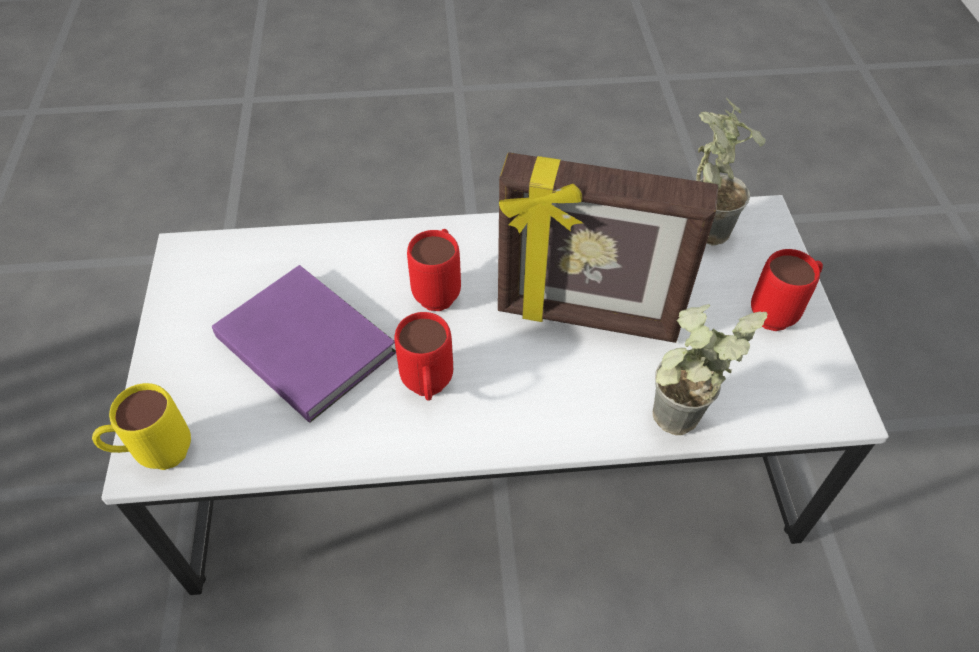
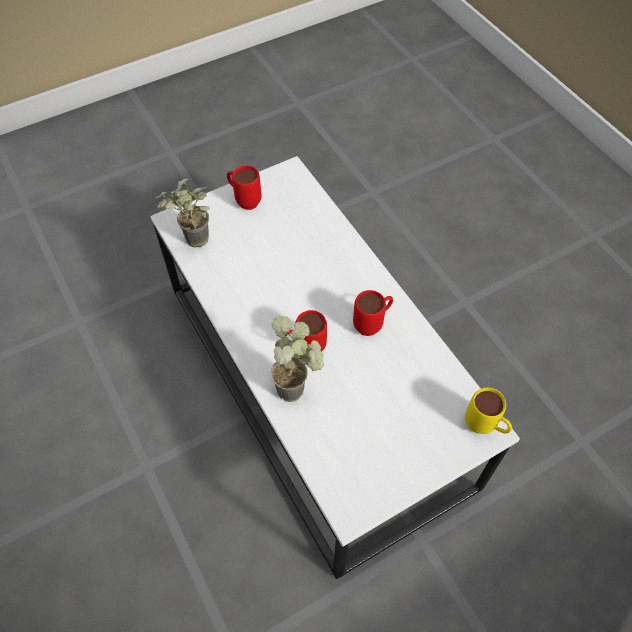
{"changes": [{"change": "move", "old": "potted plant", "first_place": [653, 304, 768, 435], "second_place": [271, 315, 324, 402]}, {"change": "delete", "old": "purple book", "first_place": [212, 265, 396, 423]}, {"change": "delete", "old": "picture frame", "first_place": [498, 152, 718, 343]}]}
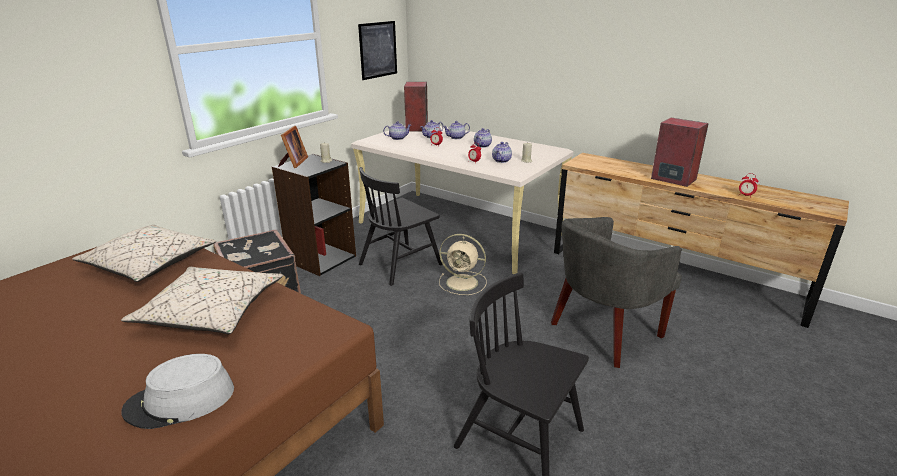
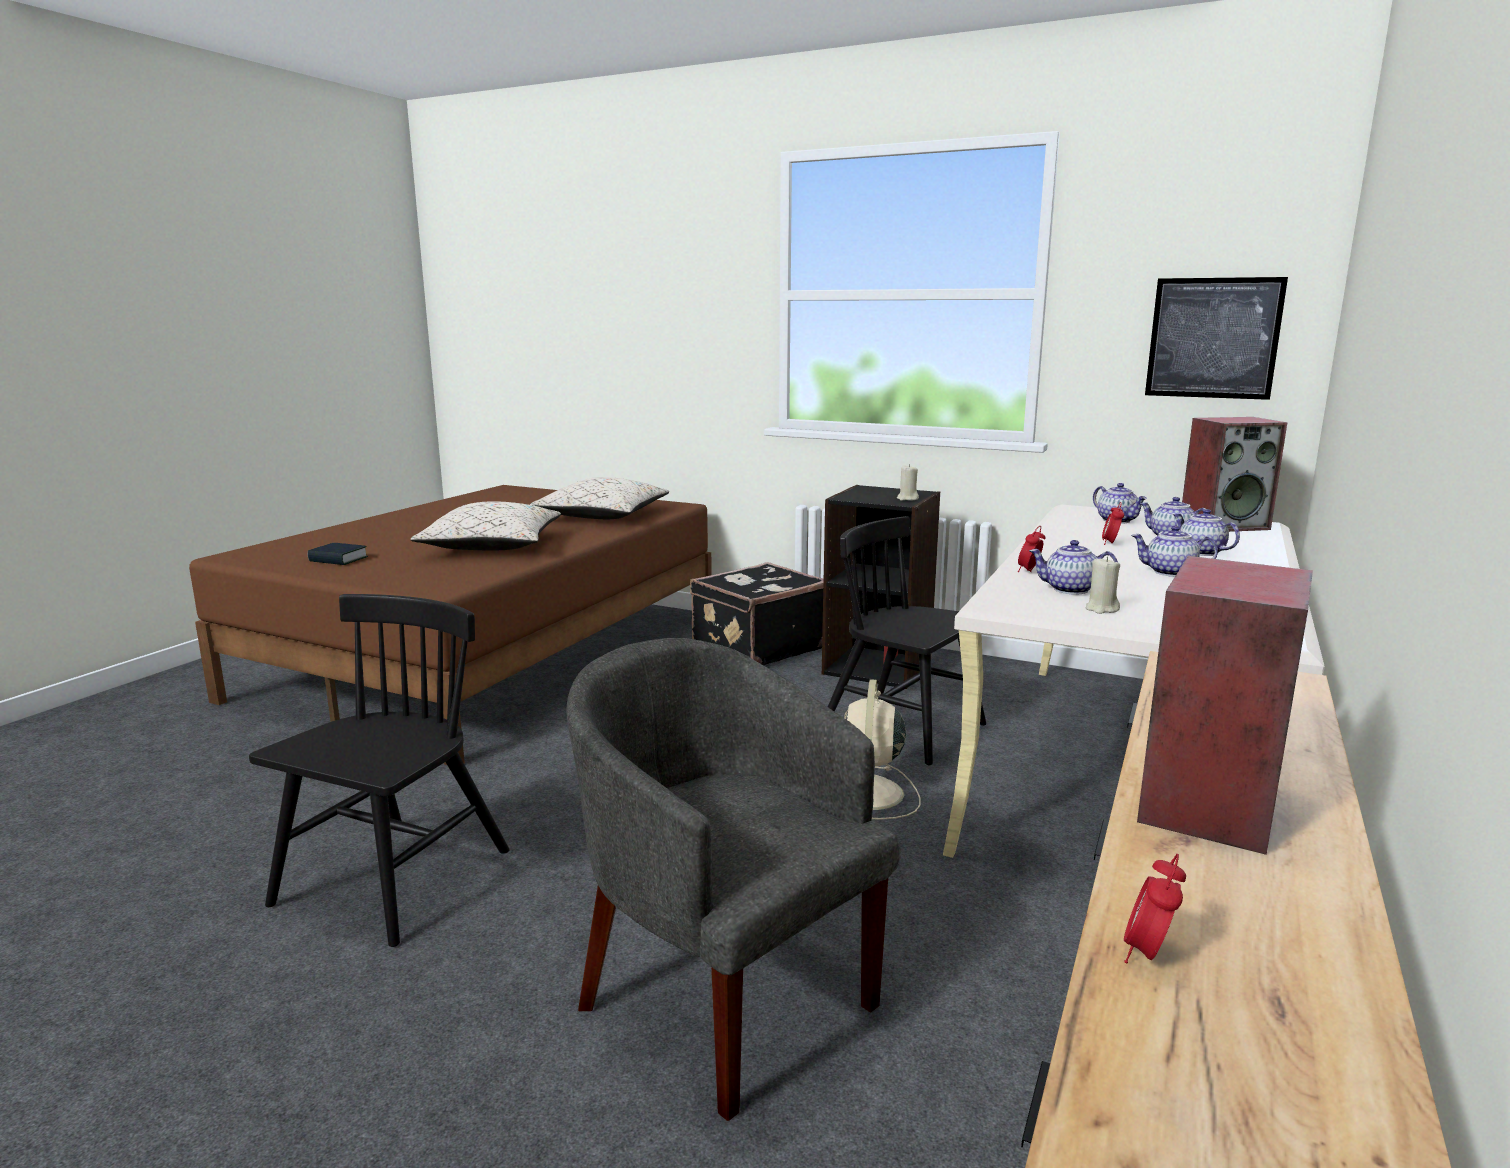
{"changes": [{"change": "replace", "old": "grey hat", "new": "book", "first_place": [121, 354, 234, 429], "second_place": [308, 543, 368, 565]}, {"change": "delete", "old": "picture frame", "first_place": [278, 126, 308, 168]}]}
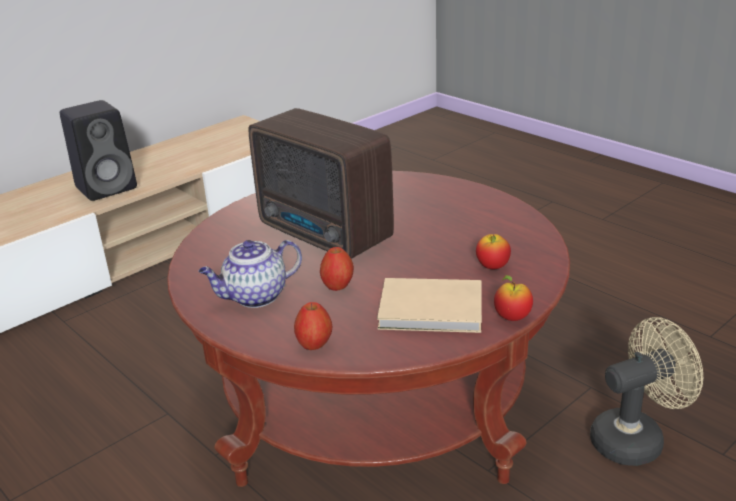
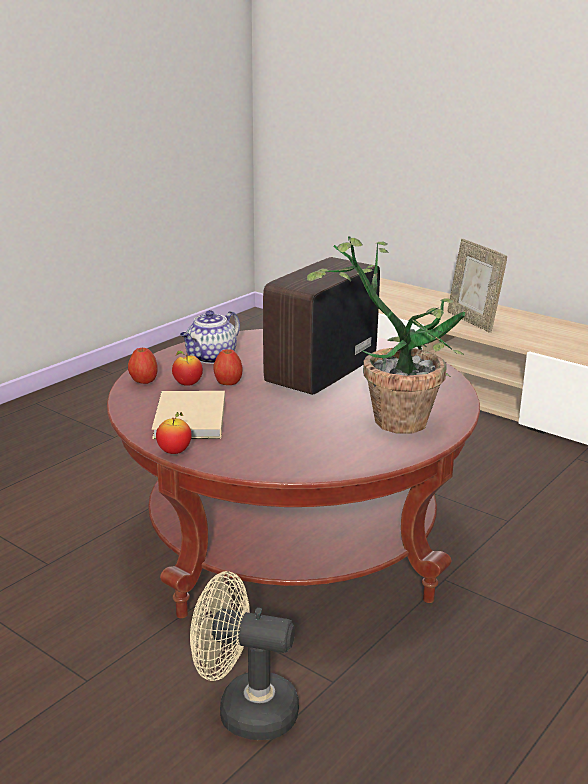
{"changes": [{"change": "move", "old": "apple", "first_place": [476, 234, 511, 270], "second_place": [172, 351, 203, 386]}, {"change": "rotate", "old": "teapot", "first_place": [198, 240, 302, 308], "second_place": [180, 310, 240, 364], "degrees": -105}, {"change": "rotate", "old": "beige fan", "first_place": [590, 317, 703, 466], "second_place": [190, 571, 299, 740], "degrees": 135}, {"change": "insert", "new": "potted plant", "second_place": [307, 236, 465, 434]}, {"change": "replace", "old": "black speaker", "new": "picture frame", "first_place": [60, 100, 137, 201], "second_place": [447, 239, 507, 333]}]}
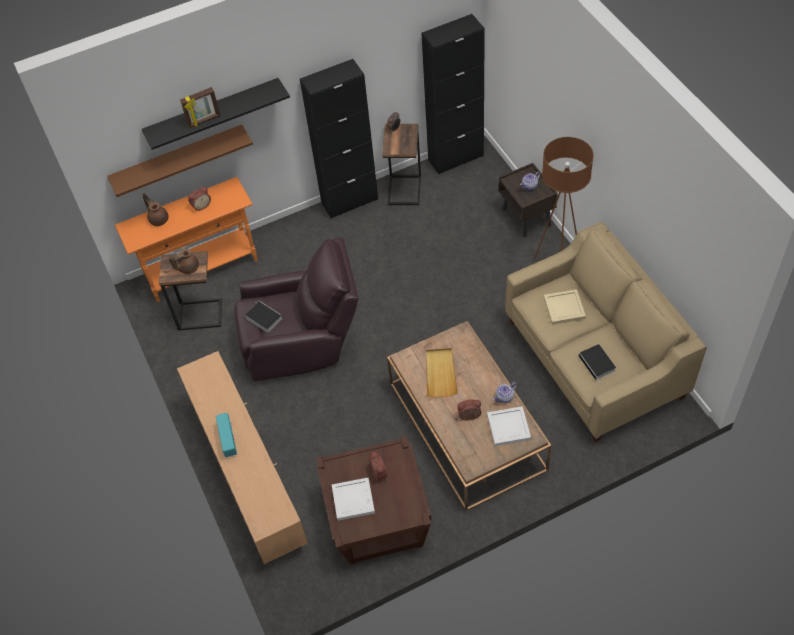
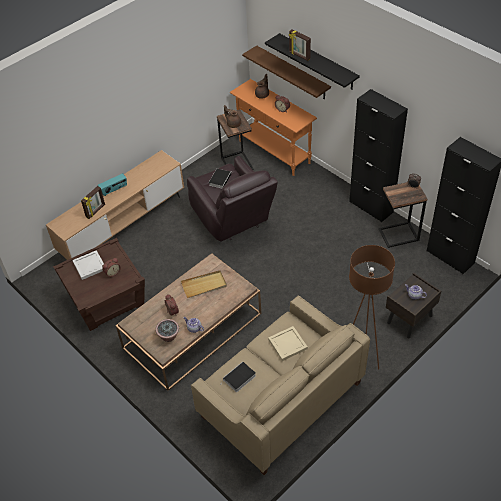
{"changes": [{"change": "insert", "new": "picture frame", "second_place": [81, 186, 105, 219]}, {"change": "replace", "old": "white tray", "new": "potted plant", "first_place": [487, 406, 531, 446], "second_place": [155, 319, 179, 342]}]}
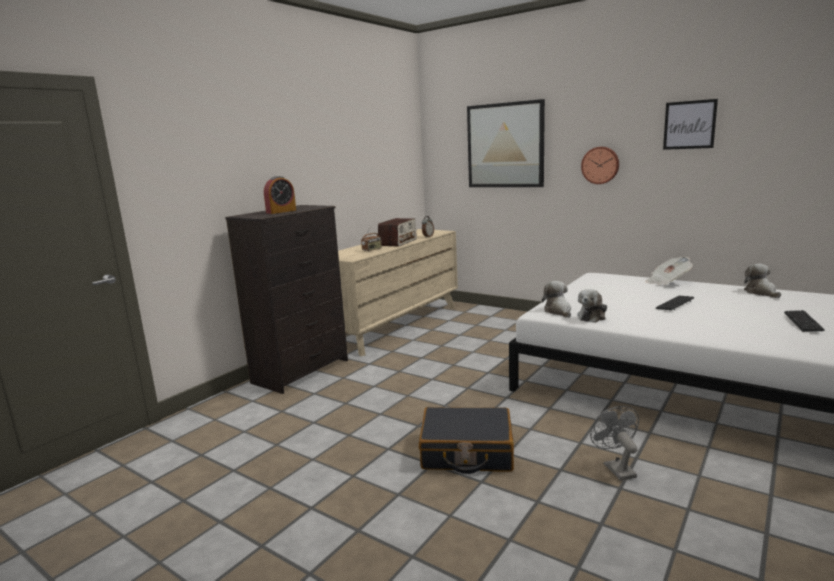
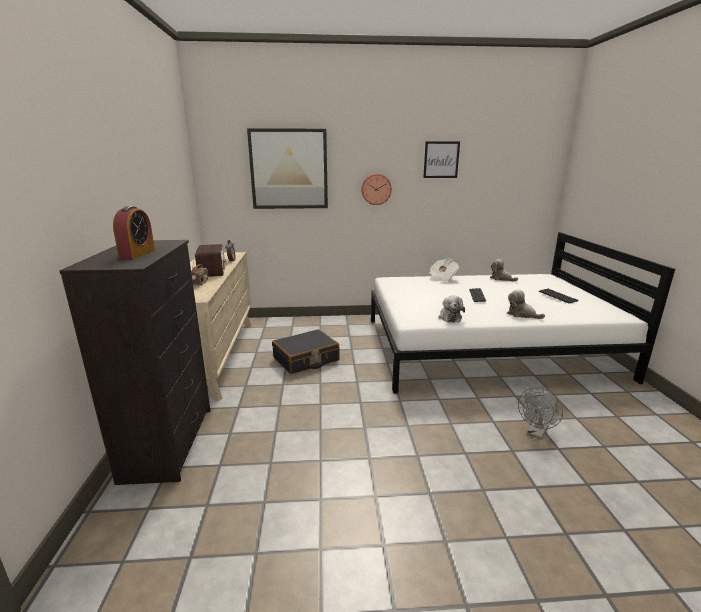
{"changes": [{"change": "move", "old": "black suitcase", "first_place": [419, 407, 514, 474], "second_place": [272, 329, 340, 374]}, {"change": "move", "old": "plush toy", "first_place": [542, 281, 571, 318], "second_place": [507, 289, 545, 319]}, {"change": "rotate", "old": "grey fan", "first_place": [590, 406, 639, 481], "second_place": [518, 387, 563, 439], "degrees": -90}]}
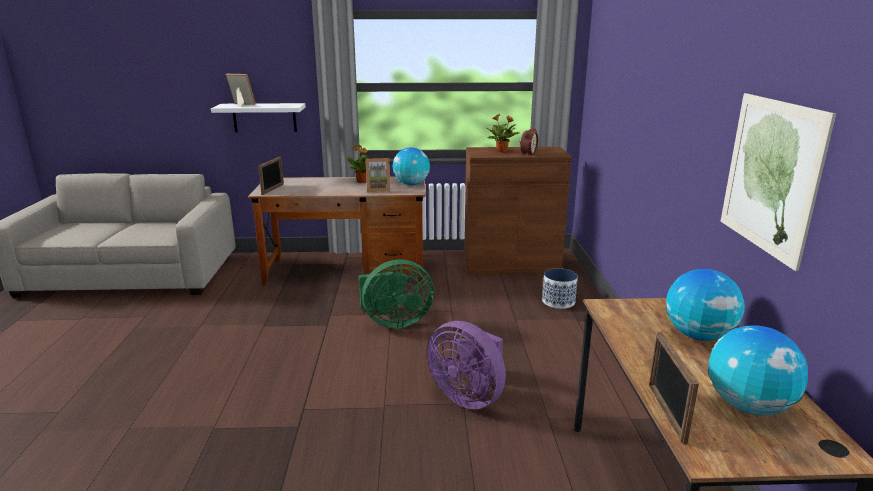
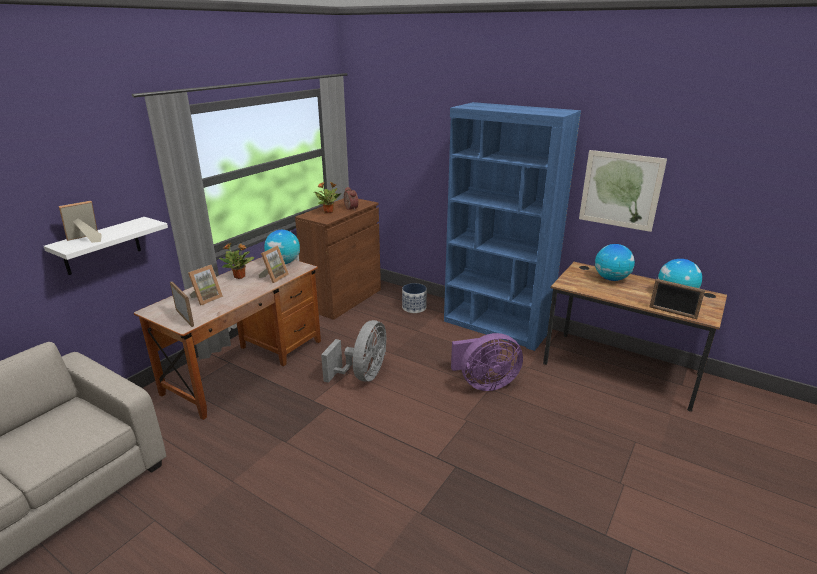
{"changes": [{"change": "insert", "new": "picture frame", "second_place": [188, 265, 223, 306]}, {"change": "recolor", "old": "green fan", "new": "grey fan", "first_place": [359, 260, 434, 328], "second_place": [321, 320, 386, 383]}, {"change": "insert", "new": "blue bookcase", "second_place": [444, 102, 581, 351]}]}
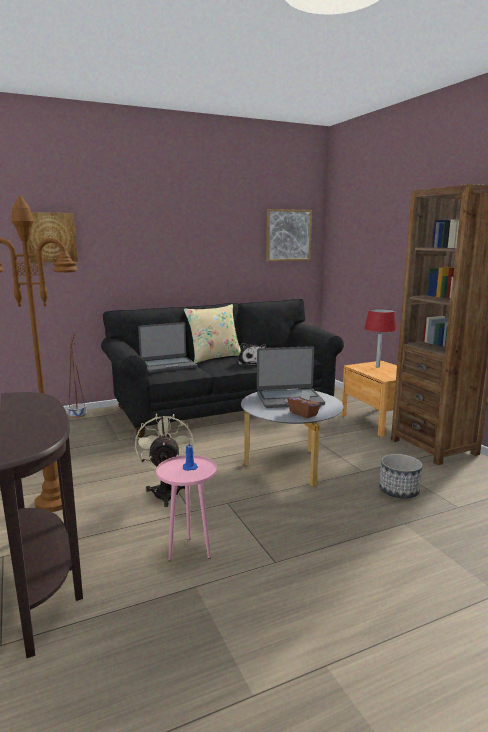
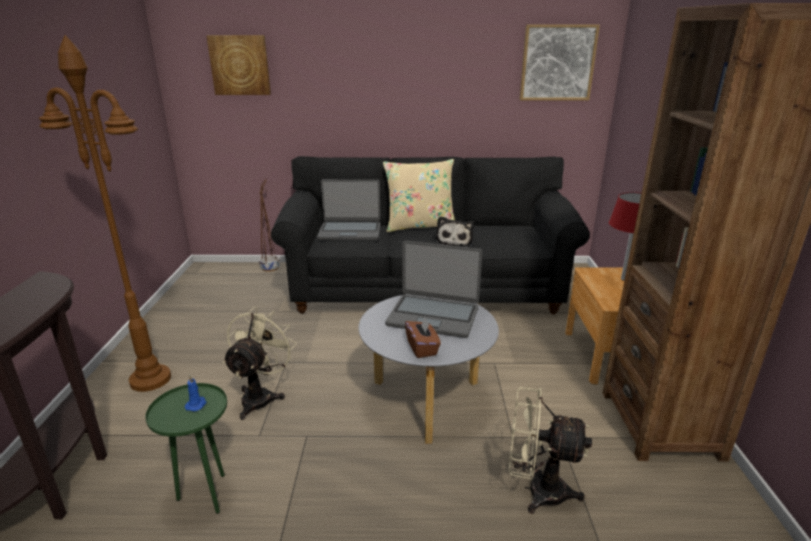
{"changes": [{"change": "recolor", "old": "pink side table", "new": "green side table", "first_place": [156, 455, 217, 561], "second_place": [145, 383, 227, 514]}, {"change": "replace", "old": "planter", "new": "beige fan", "first_place": [379, 454, 422, 498], "second_place": [509, 387, 592, 514]}]}
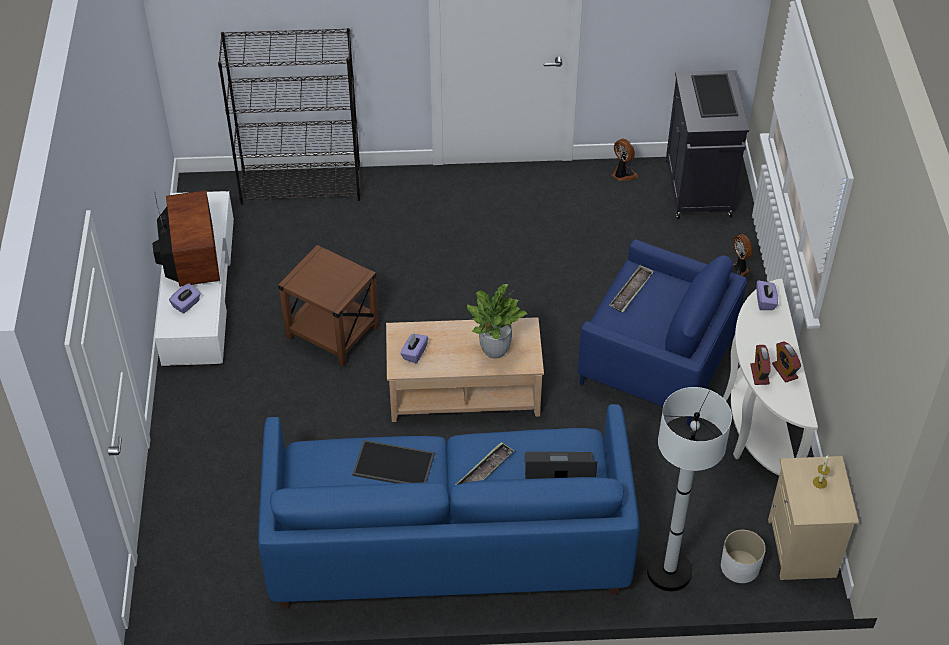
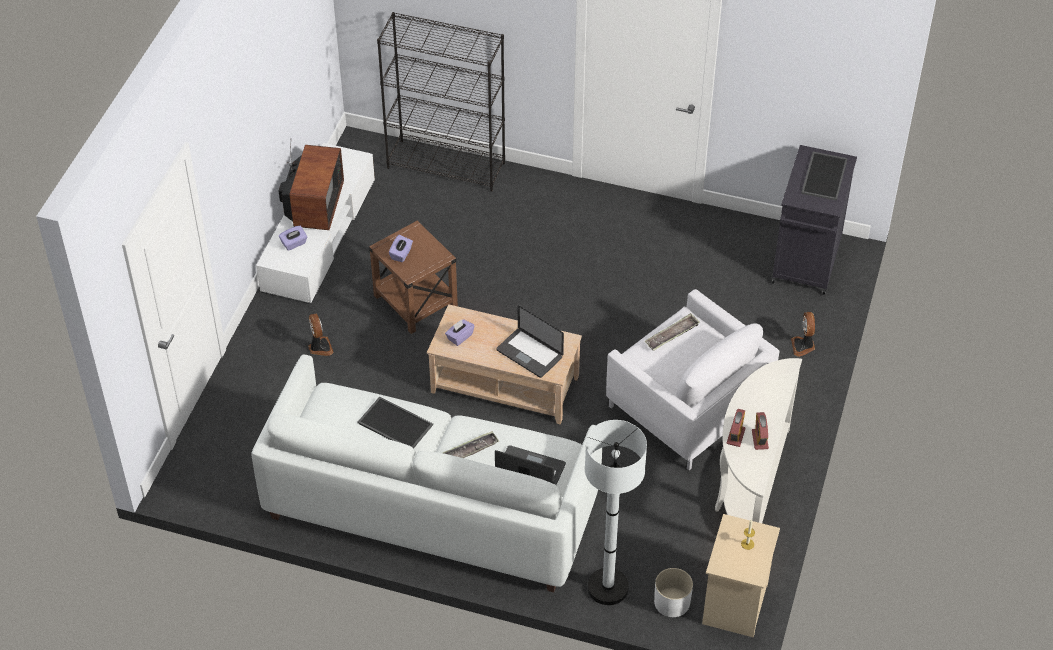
{"changes": [{"change": "recolor", "old": "blue sofa", "new": "white sofa", "first_place": [258, 404, 640, 609], "second_place": [251, 354, 602, 592]}, {"change": "move", "old": "fan", "first_place": [612, 139, 638, 181], "second_place": [308, 314, 334, 356]}, {"change": "move", "old": "purple tissue box", "first_place": [756, 280, 778, 310], "second_place": [389, 235, 413, 262]}, {"change": "replace", "old": "potted plant", "new": "laptop", "first_place": [467, 284, 527, 359], "second_place": [496, 305, 564, 378]}, {"change": "recolor", "old": "blue armchair", "new": "white armchair", "first_place": [578, 239, 747, 426], "second_place": [606, 289, 780, 470]}]}
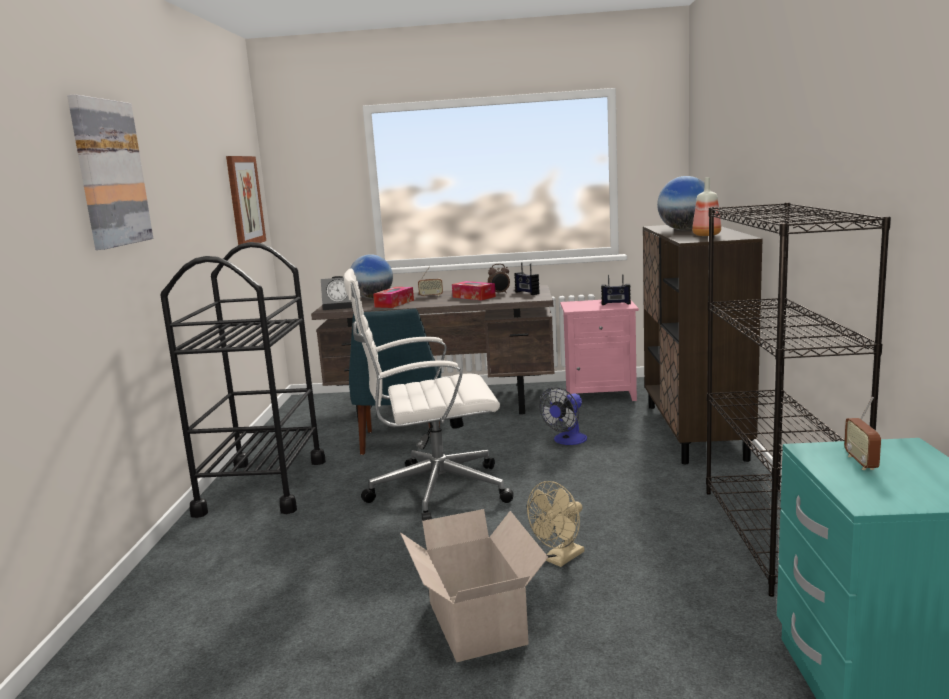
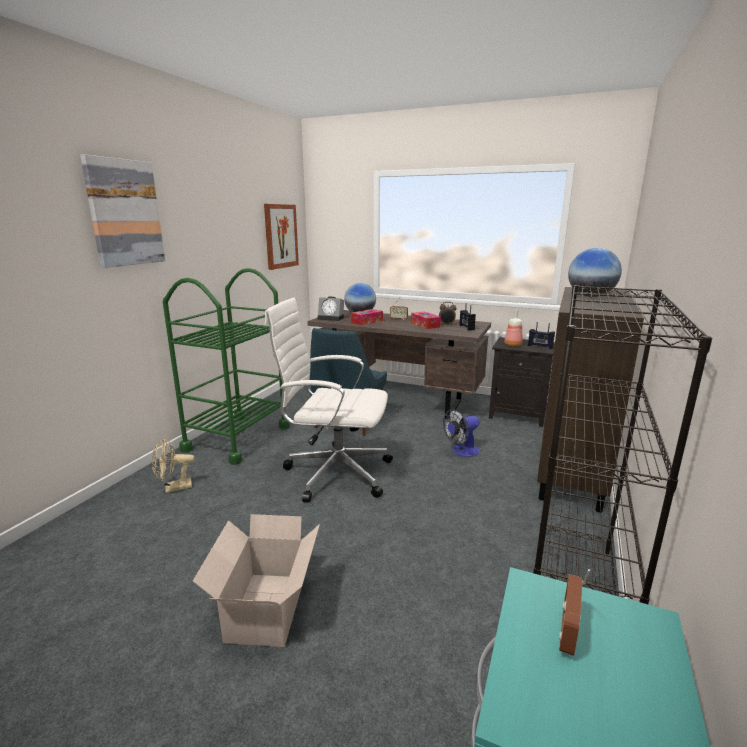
{"changes": [{"change": "move", "old": "beige fan", "first_place": [527, 481, 584, 567], "second_place": [152, 438, 194, 493]}, {"change": "recolor", "old": "black cart", "new": "green cart", "first_place": [160, 242, 326, 518], "second_place": [163, 268, 290, 465]}, {"change": "recolor", "old": "pink nightstand", "new": "black nightstand", "first_place": [560, 300, 639, 401], "second_place": [489, 337, 555, 427]}, {"change": "move", "old": "bottle", "first_place": [692, 177, 721, 236], "second_place": [504, 310, 523, 346]}]}
